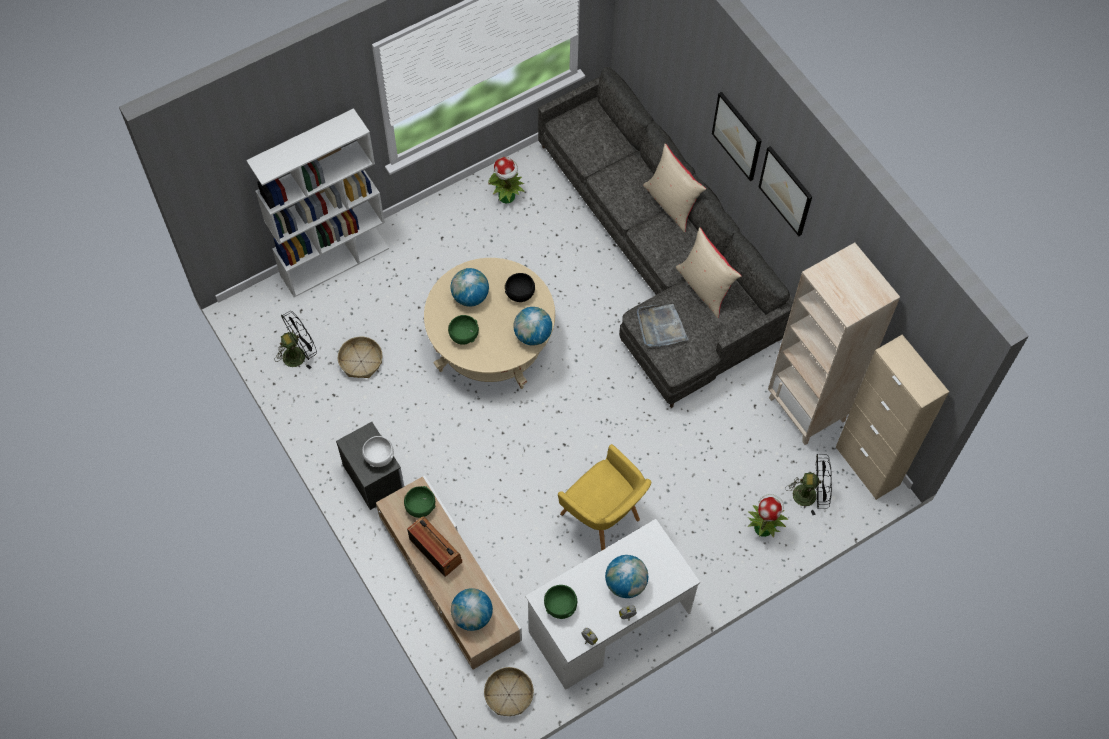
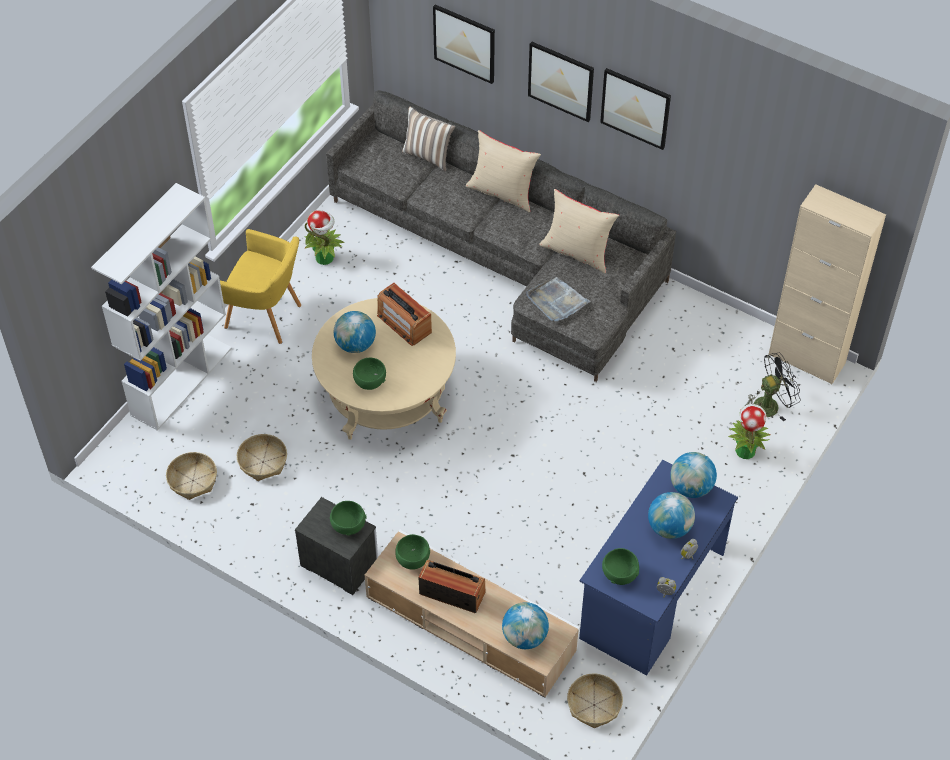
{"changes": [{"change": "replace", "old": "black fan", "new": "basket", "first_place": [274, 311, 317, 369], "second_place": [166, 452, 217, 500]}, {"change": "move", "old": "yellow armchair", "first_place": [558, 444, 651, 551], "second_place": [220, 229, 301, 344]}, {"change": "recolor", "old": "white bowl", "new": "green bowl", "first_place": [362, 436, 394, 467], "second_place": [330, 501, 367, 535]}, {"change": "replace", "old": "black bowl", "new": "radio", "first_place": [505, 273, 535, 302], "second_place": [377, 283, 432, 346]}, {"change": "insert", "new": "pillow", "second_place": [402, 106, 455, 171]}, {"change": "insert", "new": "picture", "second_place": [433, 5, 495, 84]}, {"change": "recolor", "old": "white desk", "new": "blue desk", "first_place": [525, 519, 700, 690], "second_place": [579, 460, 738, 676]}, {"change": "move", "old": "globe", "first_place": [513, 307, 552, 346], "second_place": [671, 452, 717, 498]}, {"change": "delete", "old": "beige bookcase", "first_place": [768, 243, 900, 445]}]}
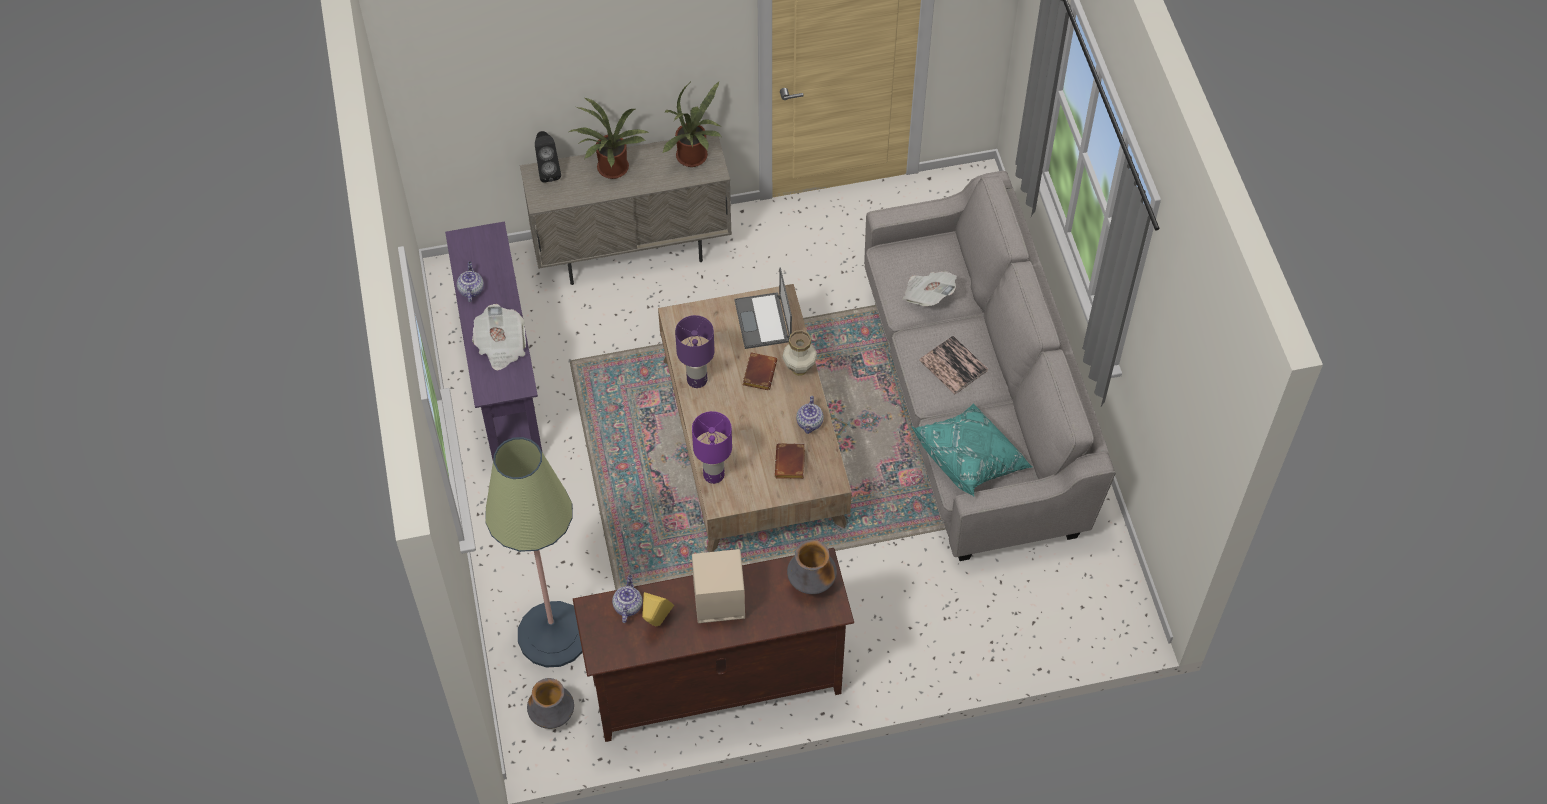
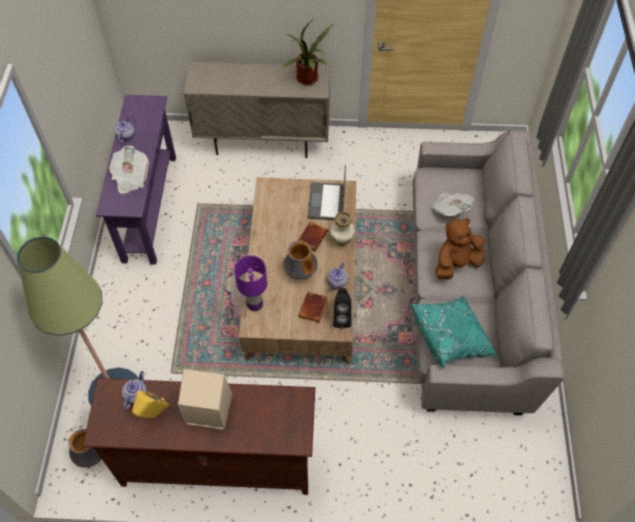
{"changes": [{"change": "move", "old": "vase", "first_place": [787, 540, 837, 594], "second_place": [283, 241, 318, 279]}, {"change": "move", "old": "black speaker", "first_place": [535, 131, 561, 183], "second_place": [333, 288, 351, 329]}, {"change": "replace", "old": "book", "new": "brown plush toy", "first_place": [919, 336, 988, 394], "second_place": [435, 218, 485, 280]}, {"change": "delete", "old": "potted plant", "first_place": [569, 98, 648, 179]}, {"change": "delete", "old": "purple table lamp", "first_place": [675, 315, 715, 388]}]}
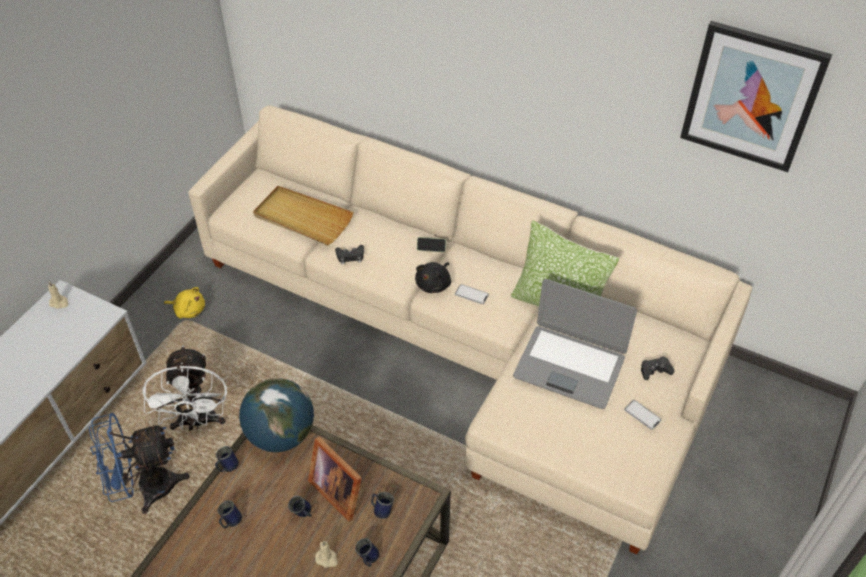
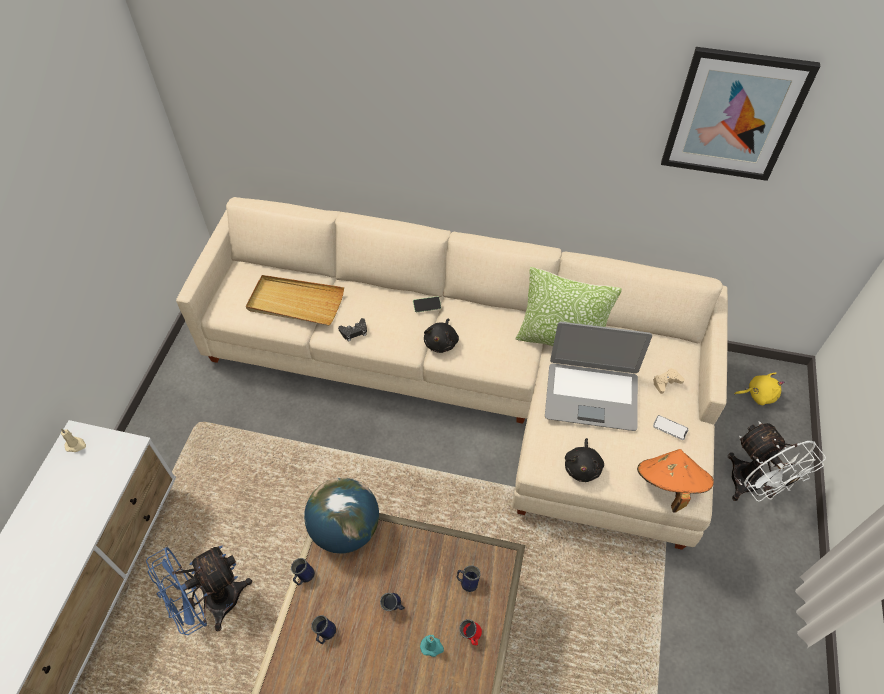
{"changes": [{"change": "recolor", "old": "beige candle", "new": "turquoise candle", "first_place": [315, 541, 338, 568], "second_place": [420, 635, 444, 657]}, {"change": "recolor", "old": "blue mug", "new": "red mug", "first_place": [355, 538, 380, 567], "second_place": [459, 619, 482, 646]}, {"change": "insert", "new": "black plush toy", "second_place": [565, 438, 604, 482]}, {"change": "insert", "new": "orange hat", "second_place": [637, 449, 714, 513]}, {"change": "recolor", "old": "black game controller", "new": "beige game controller", "first_place": [641, 356, 675, 380], "second_place": [653, 368, 685, 394]}, {"change": "move", "old": "white fan", "first_place": [142, 345, 227, 431], "second_place": [728, 421, 826, 502]}, {"change": "move", "old": "yellow plush toy", "first_place": [164, 287, 205, 318], "second_place": [734, 372, 784, 405]}, {"change": "delete", "old": "picture frame", "first_place": [308, 437, 362, 522]}, {"change": "delete", "old": "phone", "first_place": [455, 284, 489, 304]}]}
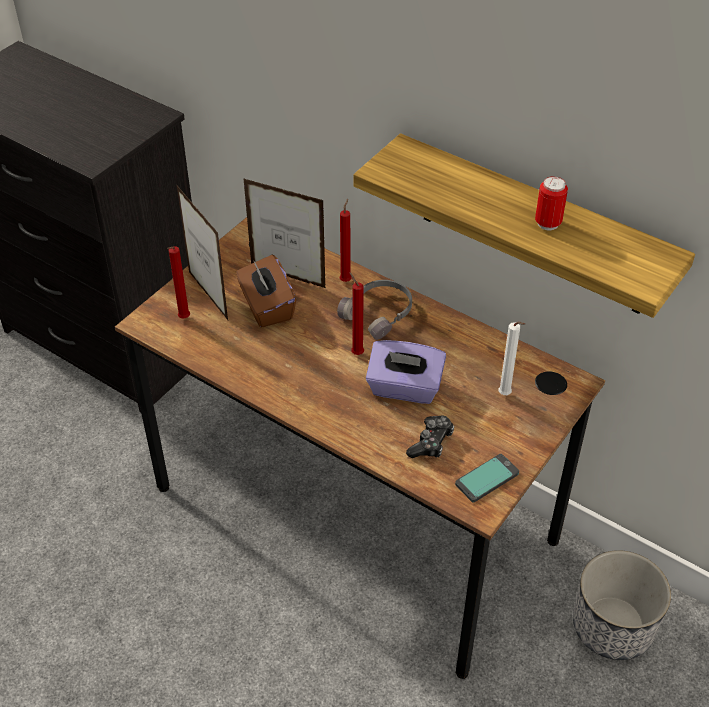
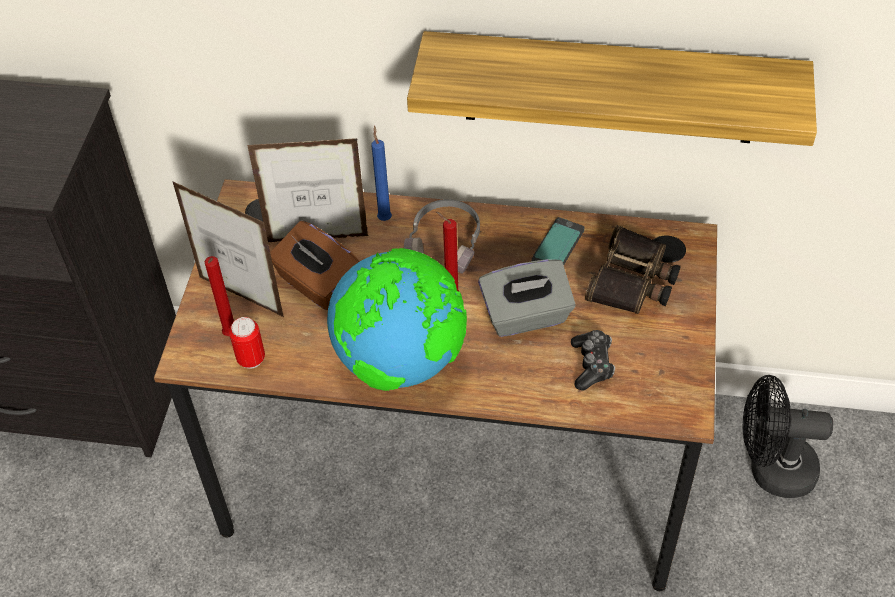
{"changes": [{"change": "move", "old": "can", "first_place": [535, 176, 568, 230], "second_place": [229, 317, 265, 369]}, {"change": "insert", "new": "globe", "second_place": [327, 248, 467, 391]}, {"change": "recolor", "old": "red candle", "new": "blue candle", "first_place": [340, 199, 352, 282], "second_place": [371, 126, 392, 221]}, {"change": "recolor", "old": "purple tissue box", "new": "grey tissue box", "first_place": [366, 340, 446, 404], "second_place": [478, 259, 576, 337]}, {"change": "move", "old": "phone", "first_place": [455, 454, 519, 502], "second_place": [532, 217, 584, 265]}, {"change": "replace", "old": "white candle", "new": "binoculars", "first_place": [499, 322, 525, 395], "second_place": [585, 225, 681, 314]}, {"change": "replace", "old": "planter", "new": "black fan", "first_place": [573, 550, 671, 660], "second_place": [743, 375, 833, 498]}]}
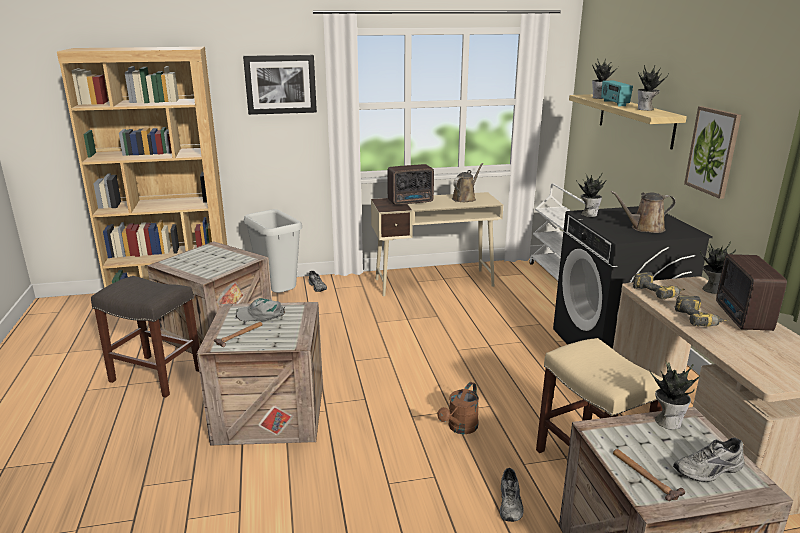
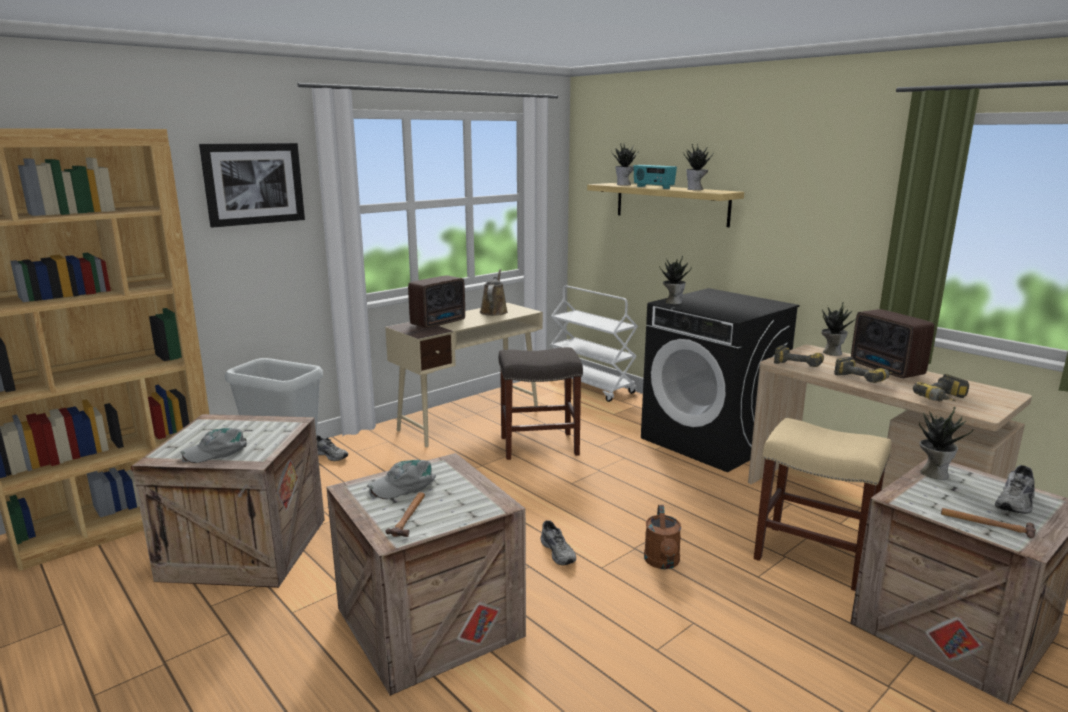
{"changes": [{"change": "insert", "new": "grey cap", "second_place": [181, 428, 247, 463]}, {"change": "move", "old": "grey stool", "first_place": [91, 276, 200, 397], "second_place": [499, 347, 583, 460]}, {"change": "move", "old": "grey shoe", "first_place": [500, 468, 524, 522], "second_place": [540, 520, 576, 566]}, {"change": "insert", "new": "power drill", "second_place": [913, 374, 969, 401]}, {"change": "delete", "old": "brown watering can", "first_place": [610, 191, 676, 233]}, {"change": "delete", "old": "picture", "first_place": [684, 106, 741, 199]}]}
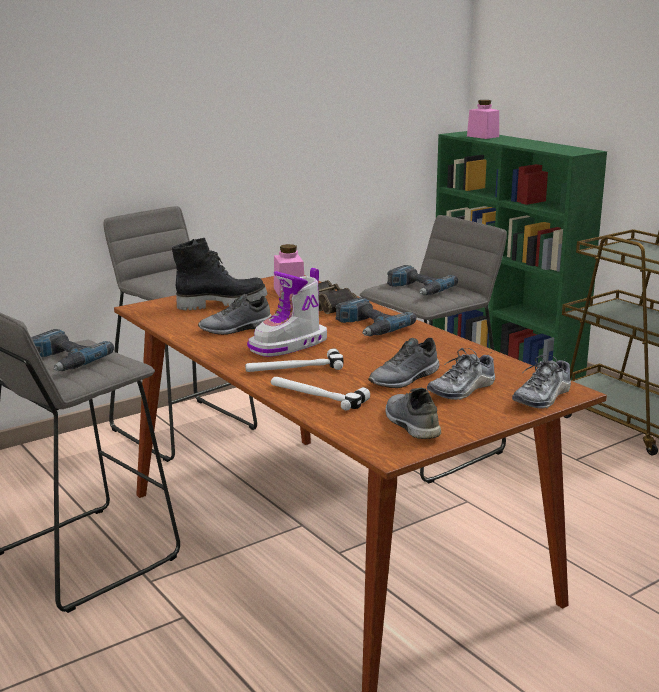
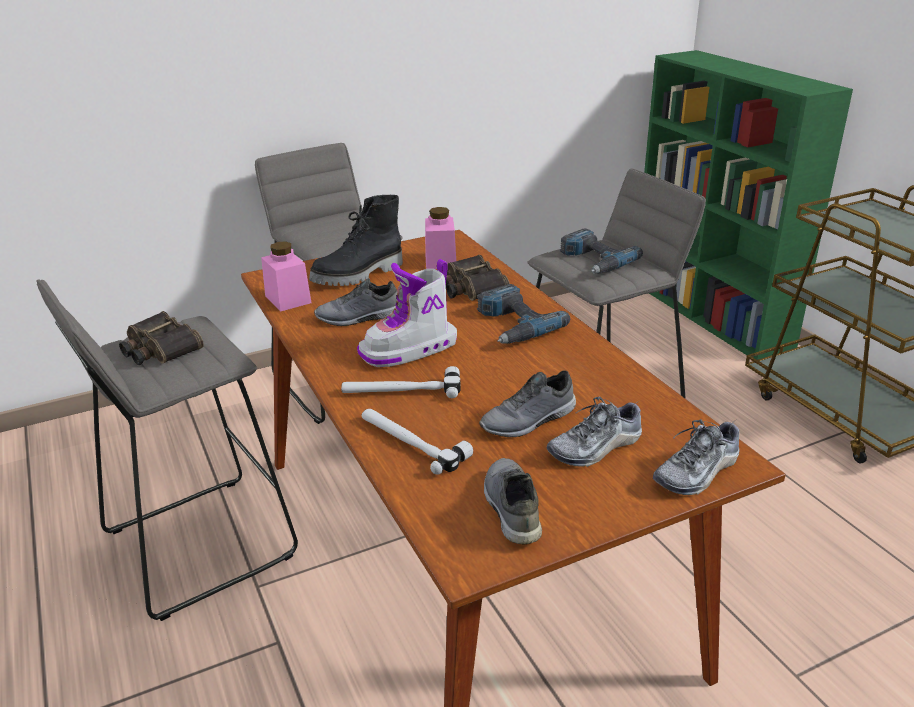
{"changes": [{"change": "replace", "old": "power drill", "new": "binoculars", "first_place": [31, 329, 114, 371], "second_place": [119, 311, 204, 365]}, {"change": "move", "old": "pink jar", "first_place": [467, 100, 499, 139], "second_place": [261, 241, 311, 312]}, {"change": "rotate", "old": "black boot", "first_place": [172, 238, 267, 310], "second_place": [309, 195, 403, 286], "degrees": 150}]}
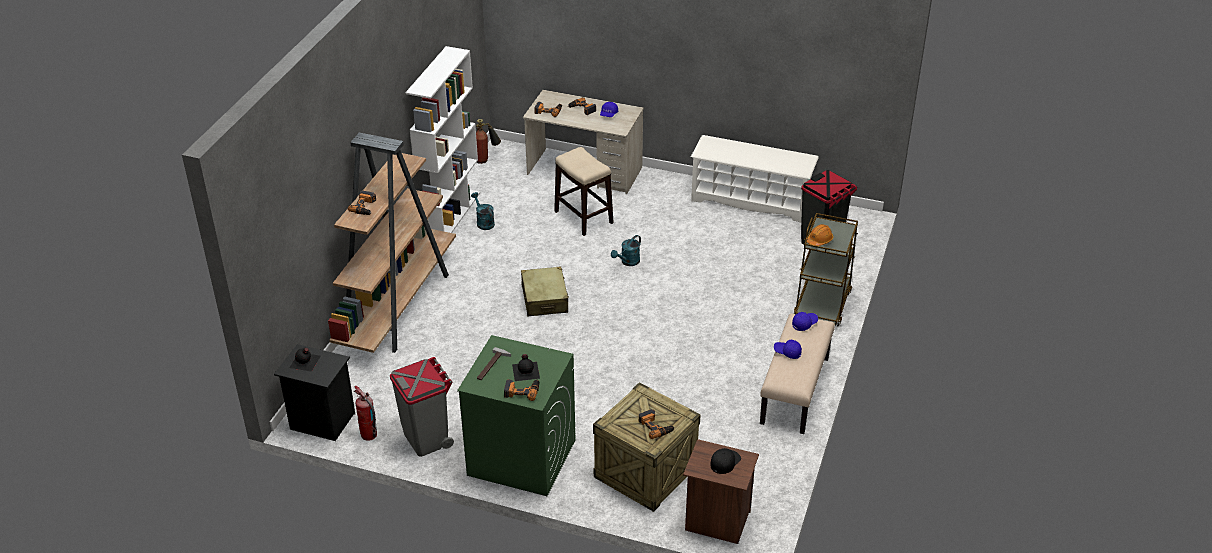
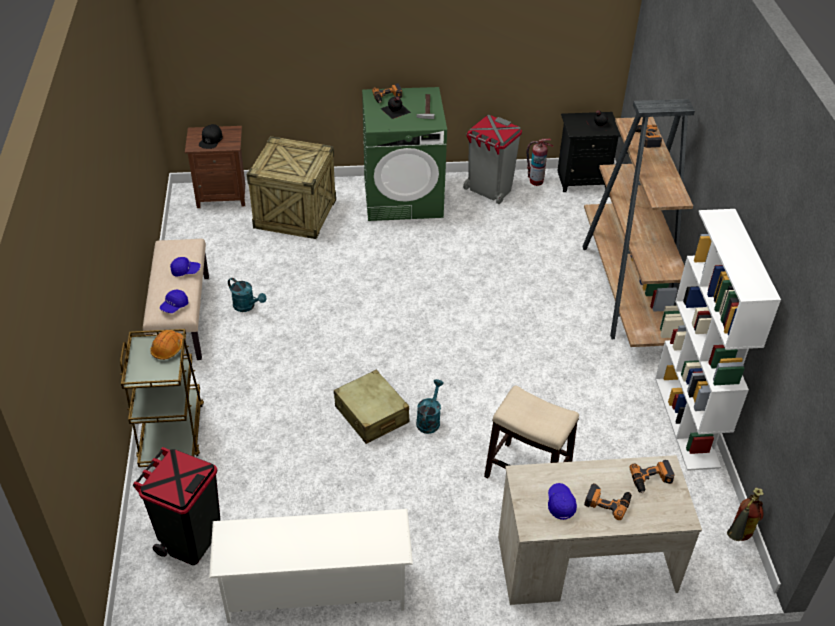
{"changes": [{"change": "move", "old": "turquoise watering can", "first_place": [471, 192, 495, 230], "second_place": [228, 278, 266, 312]}, {"change": "move", "old": "beige suitcase", "first_place": [521, 266, 569, 317], "second_place": [334, 370, 410, 444]}, {"change": "delete", "old": "power drill", "first_place": [639, 409, 675, 439]}]}
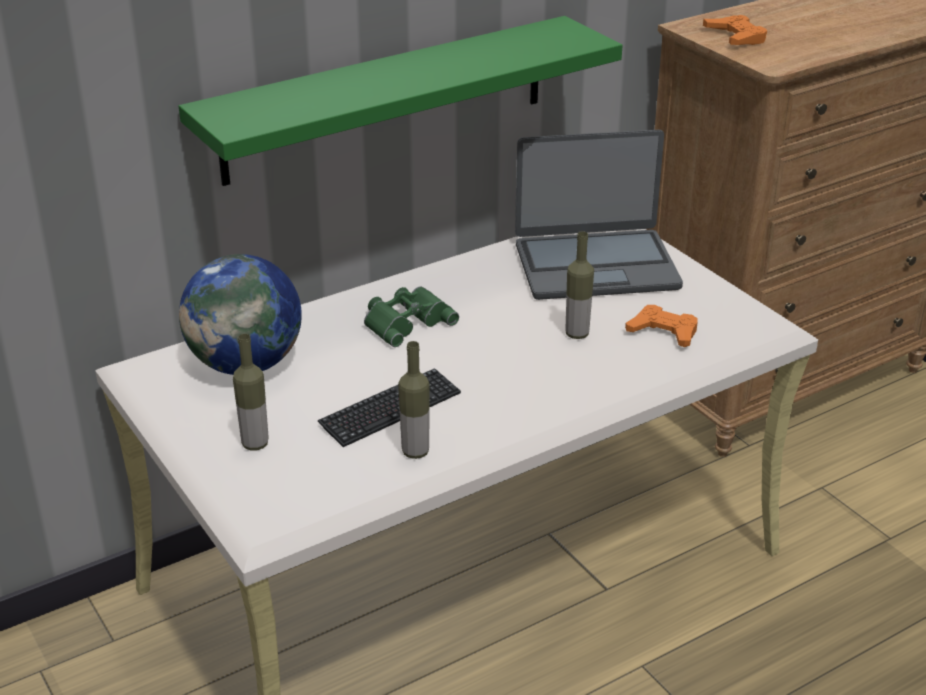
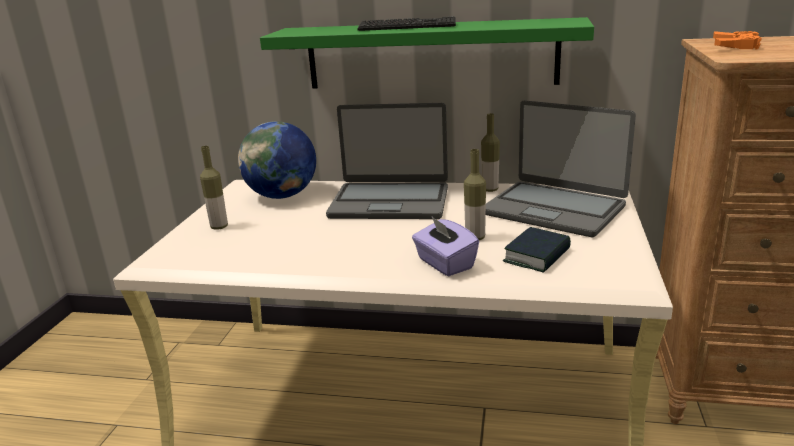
{"changes": [{"change": "replace", "old": "green binoculars", "new": "laptop", "first_place": [364, 286, 459, 347], "second_place": [326, 103, 448, 219]}, {"change": "move", "old": "keyboard", "first_place": [318, 368, 461, 447], "second_place": [357, 16, 456, 31]}, {"change": "insert", "new": "purple tissue box", "second_place": [412, 216, 479, 276]}, {"change": "move", "old": "bottle", "first_place": [398, 341, 430, 459], "second_place": [481, 113, 500, 192]}, {"change": "replace", "old": "orange game controller", "new": "book", "first_place": [625, 305, 698, 347], "second_place": [503, 227, 571, 273]}]}
